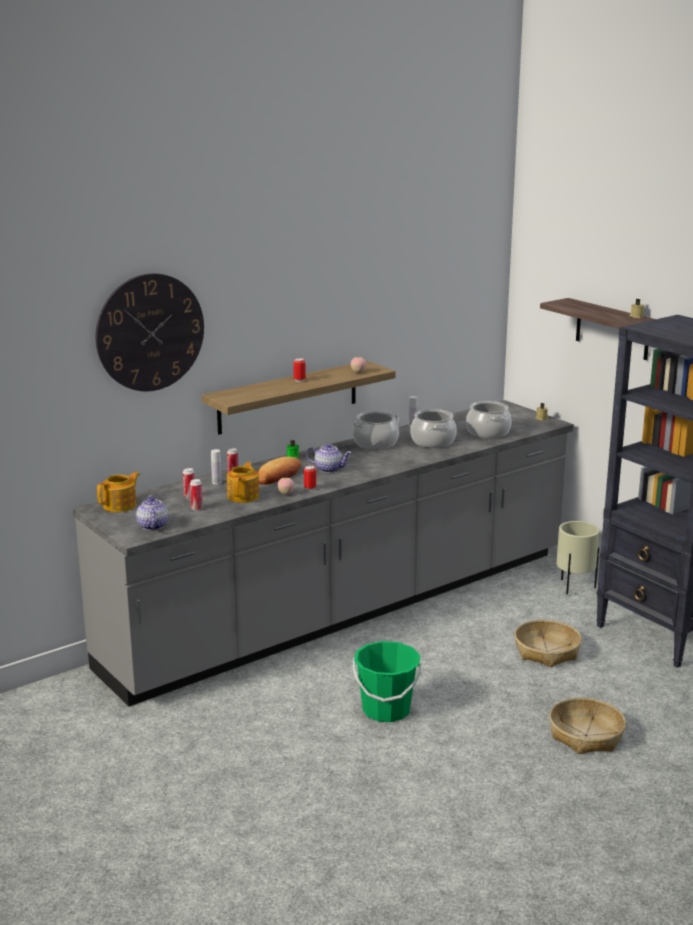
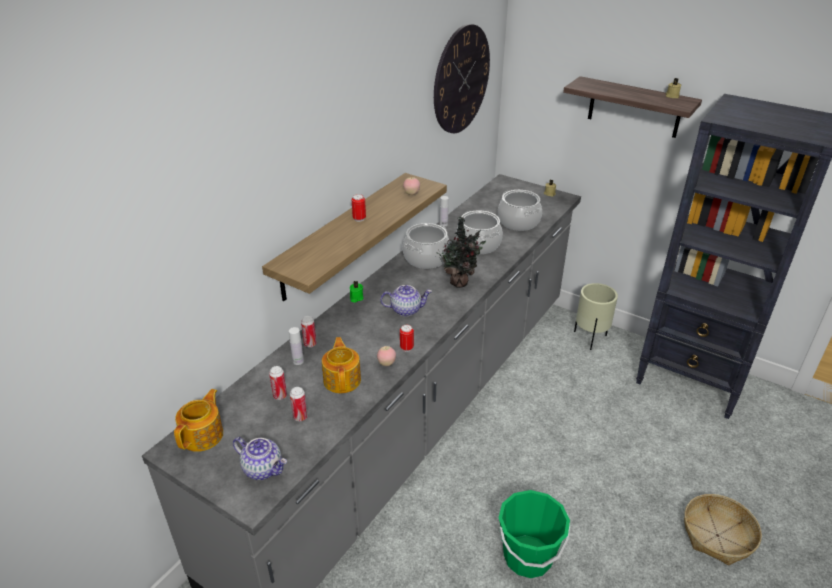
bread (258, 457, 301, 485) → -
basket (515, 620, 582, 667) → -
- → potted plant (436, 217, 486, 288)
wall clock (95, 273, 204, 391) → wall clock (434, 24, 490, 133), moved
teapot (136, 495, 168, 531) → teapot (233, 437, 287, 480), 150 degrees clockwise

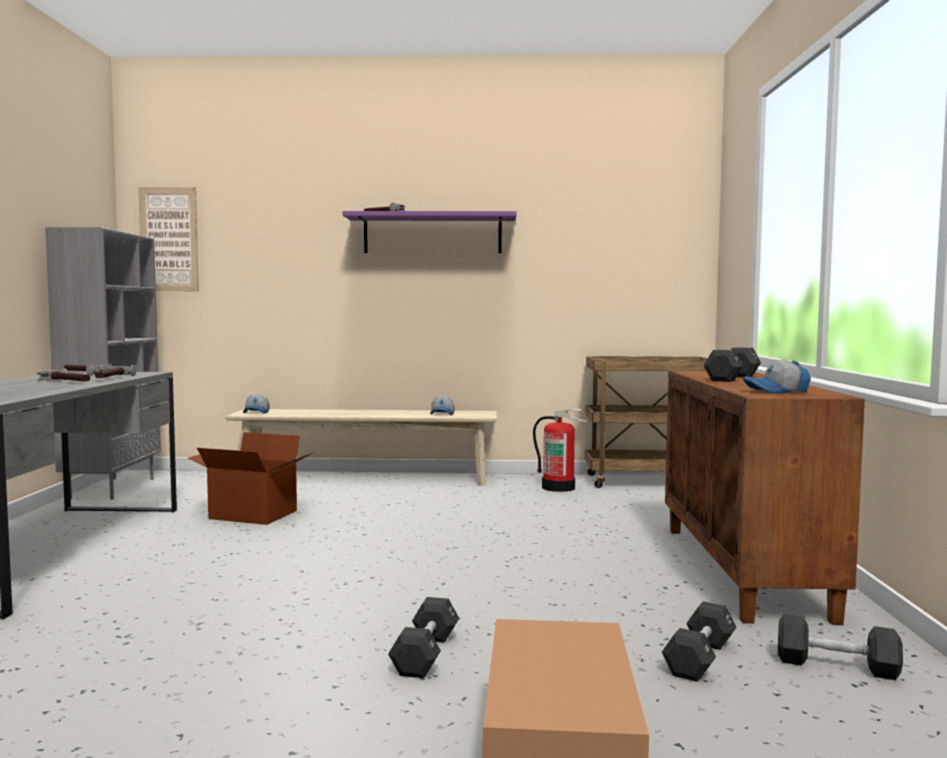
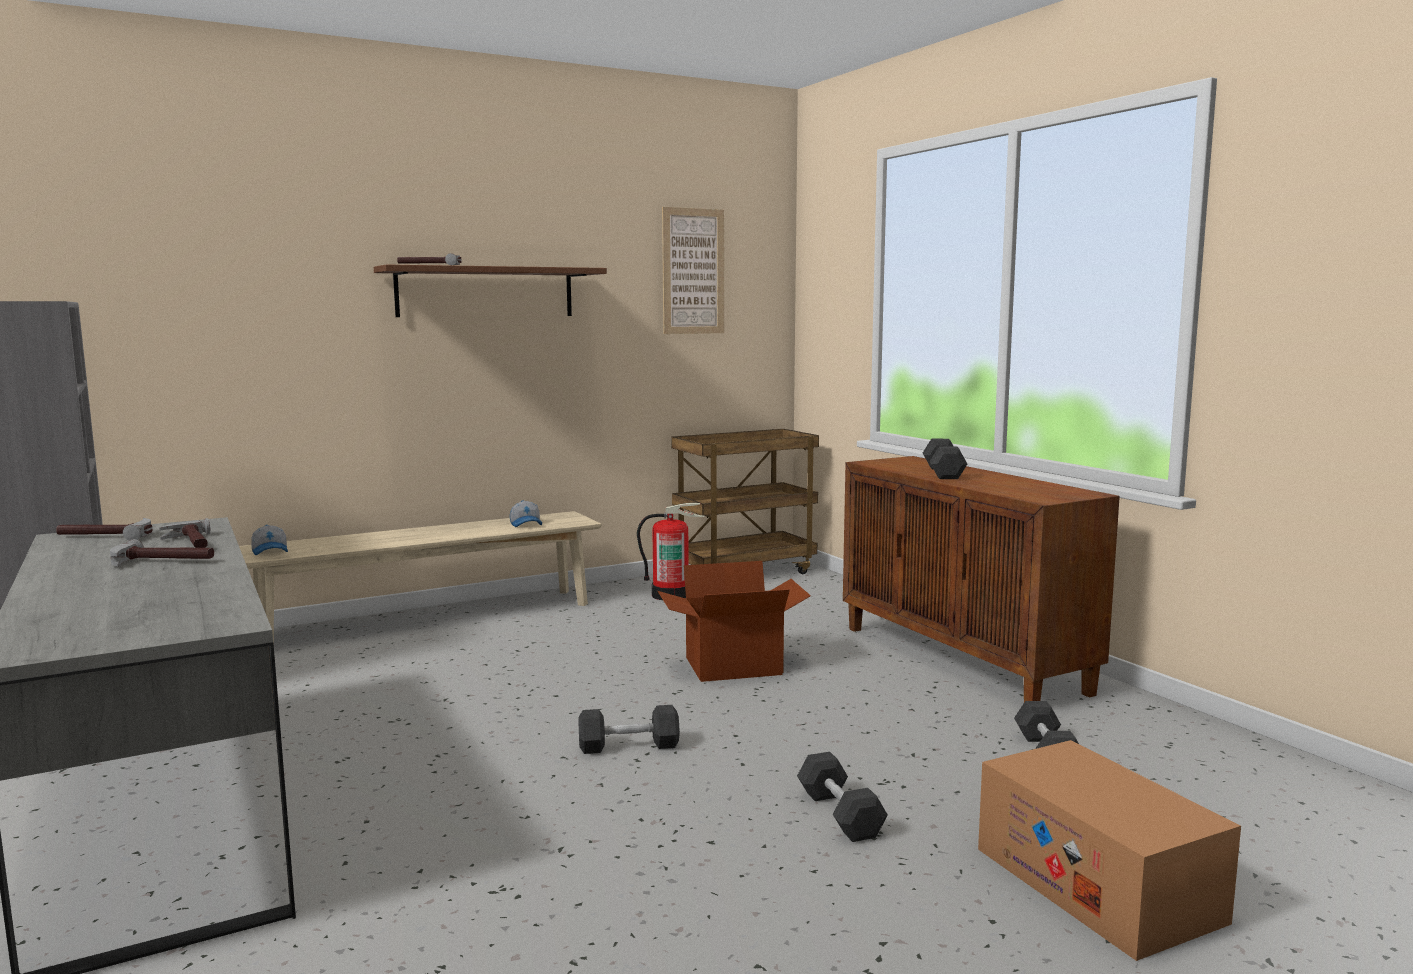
cap (743, 359, 811, 394) → -
picture (138, 187, 199, 291) → picture (662, 207, 724, 334), moved
cardboard box (188, 432, 315, 525) → cardboard box (658, 561, 811, 682), moved
black dumbbell (778, 614, 903, 680) → black dumbbell (578, 705, 680, 754), moved
purple shelf (342, 211, 517, 253) → brown shelf (374, 265, 607, 317)

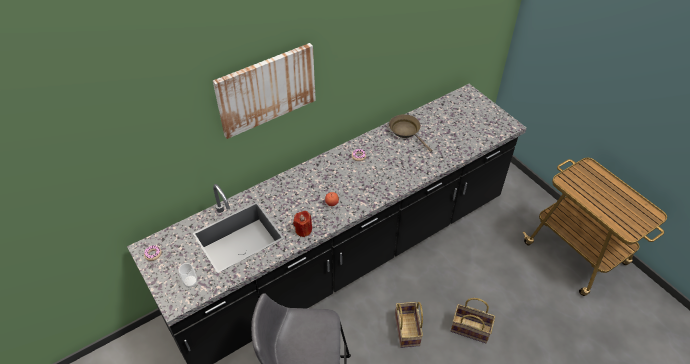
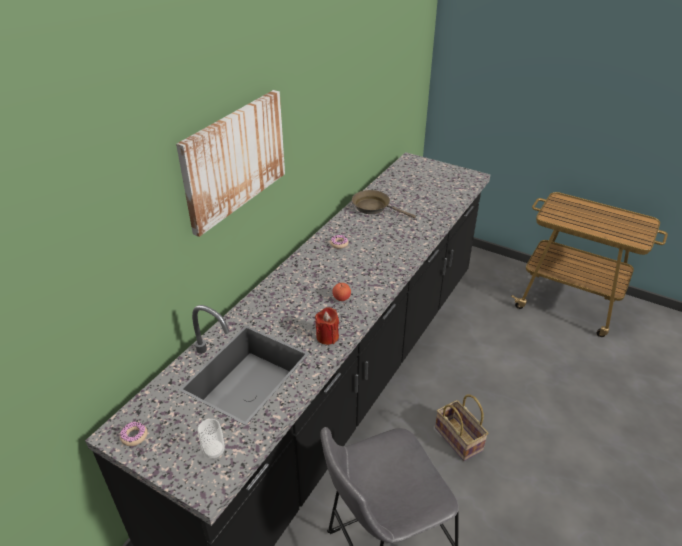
basket (451, 298, 495, 343) → -

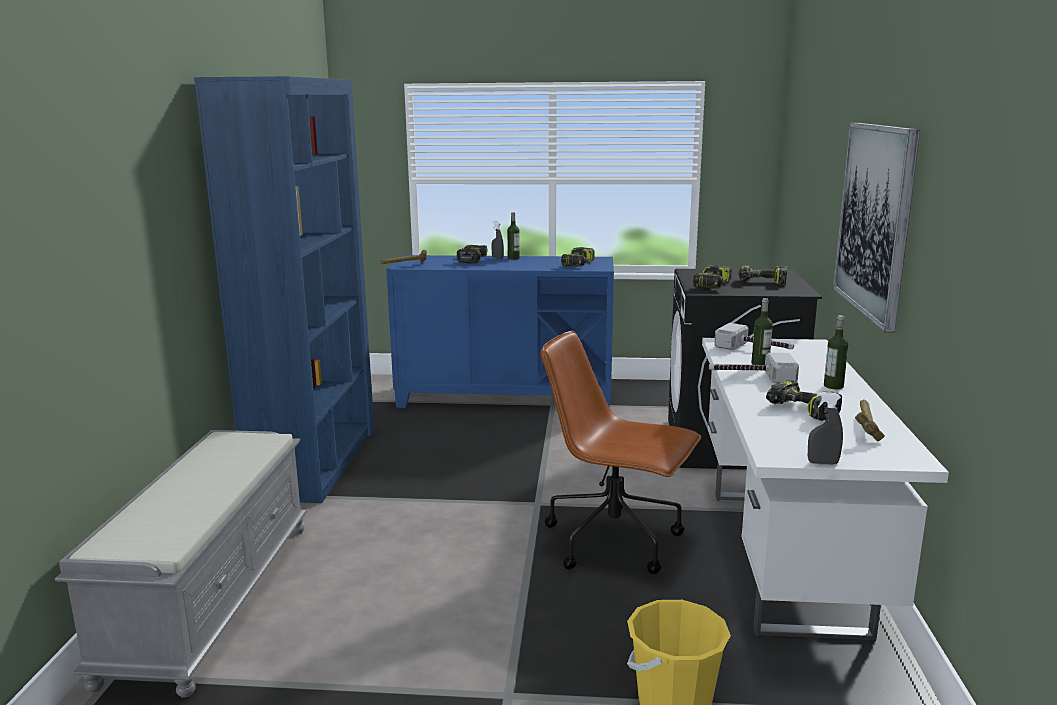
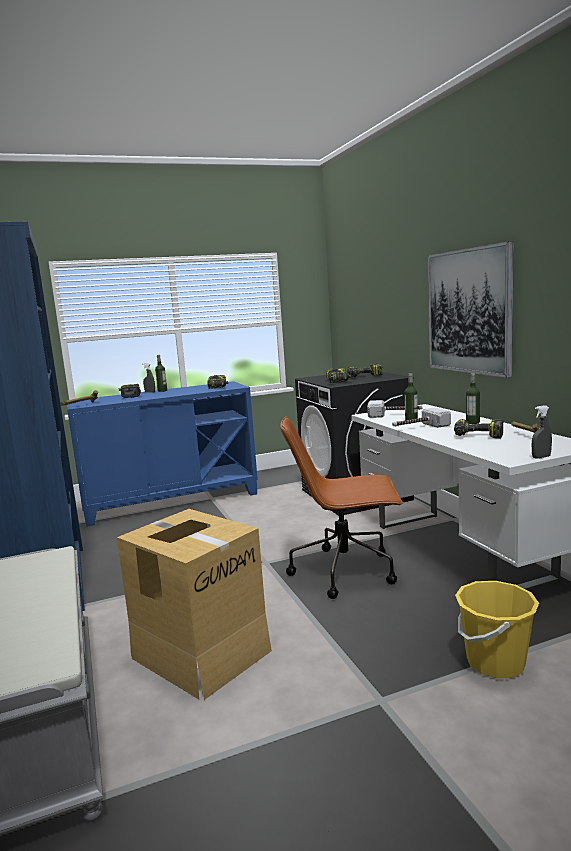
- → cardboard box (117, 509, 272, 700)

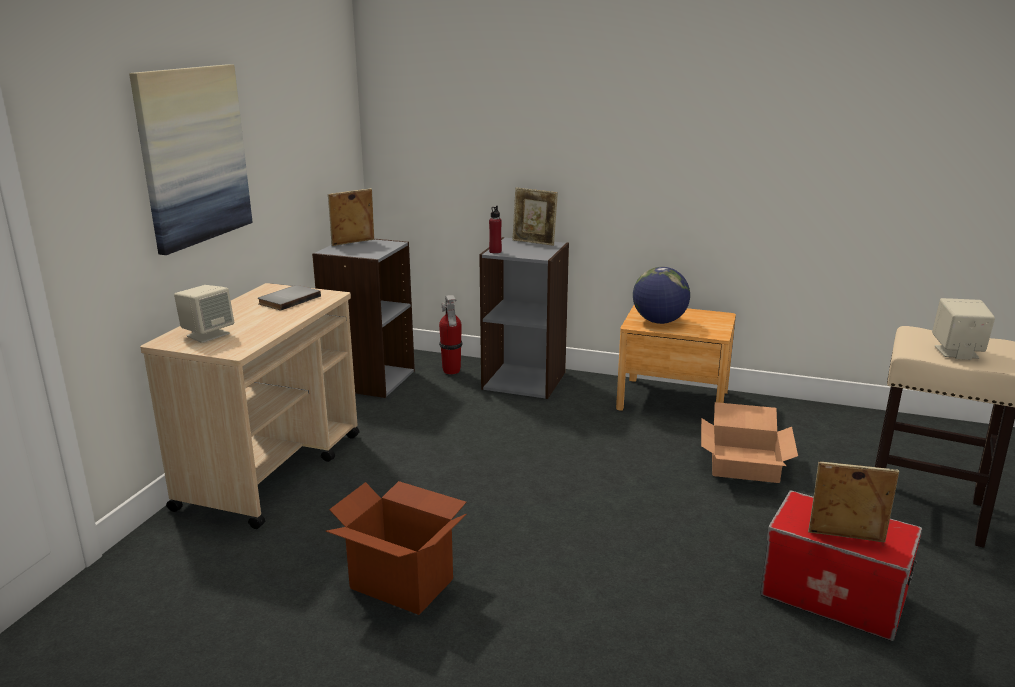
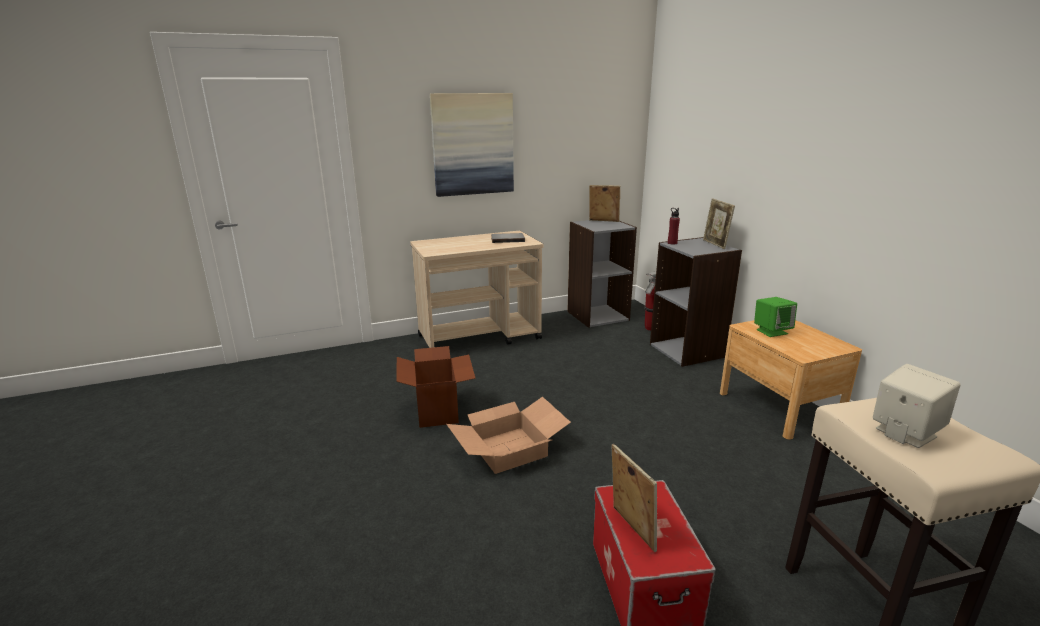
beige speaker (174, 285, 234, 343) → -
cardboard box (701, 402, 798, 483) → cardboard box (446, 397, 571, 474), moved
globe (633, 267, 690, 324) → green speaker (754, 297, 797, 337)

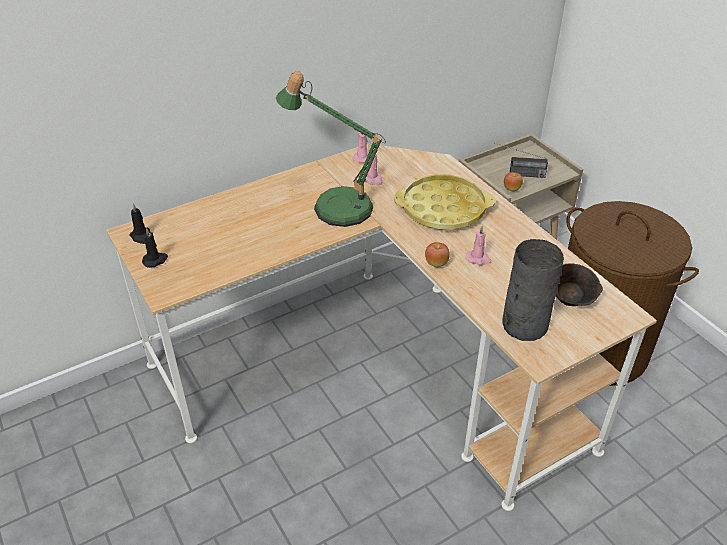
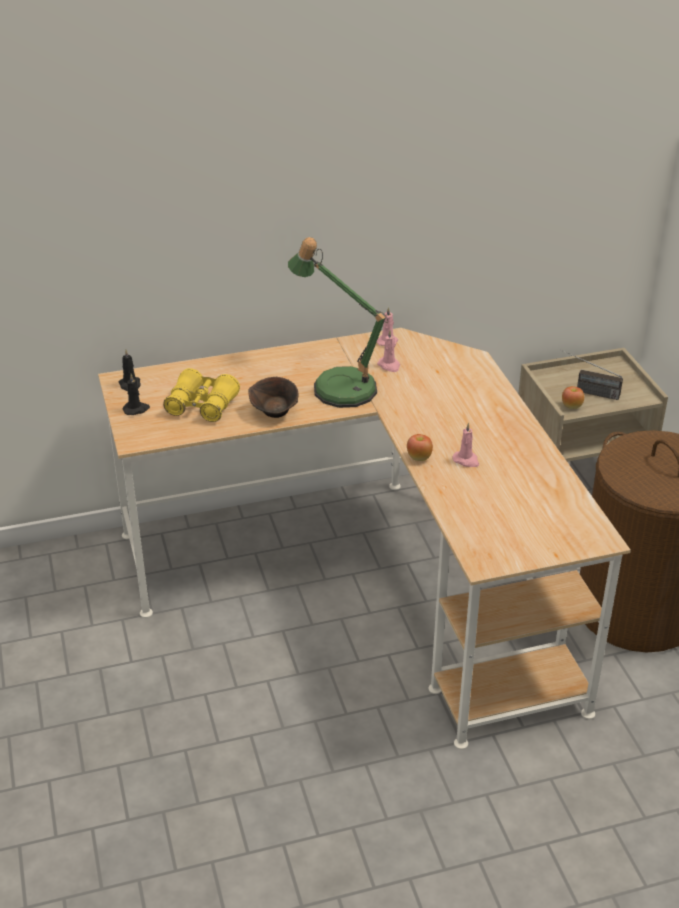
yellow tray (394, 174, 495, 230) → -
grey vase (502, 239, 564, 341) → -
- → yellow binoculars (163, 368, 240, 422)
brown bowl (556, 264, 603, 306) → brown bowl (248, 377, 298, 418), moved

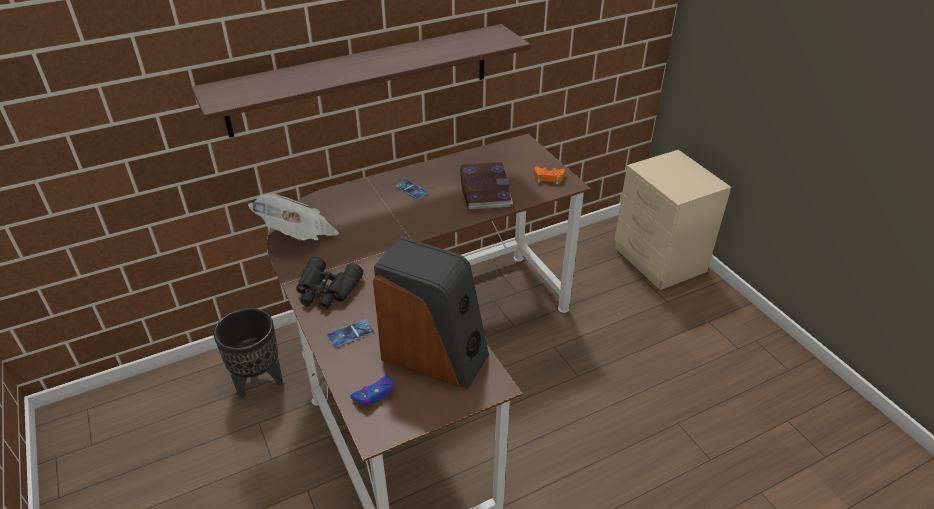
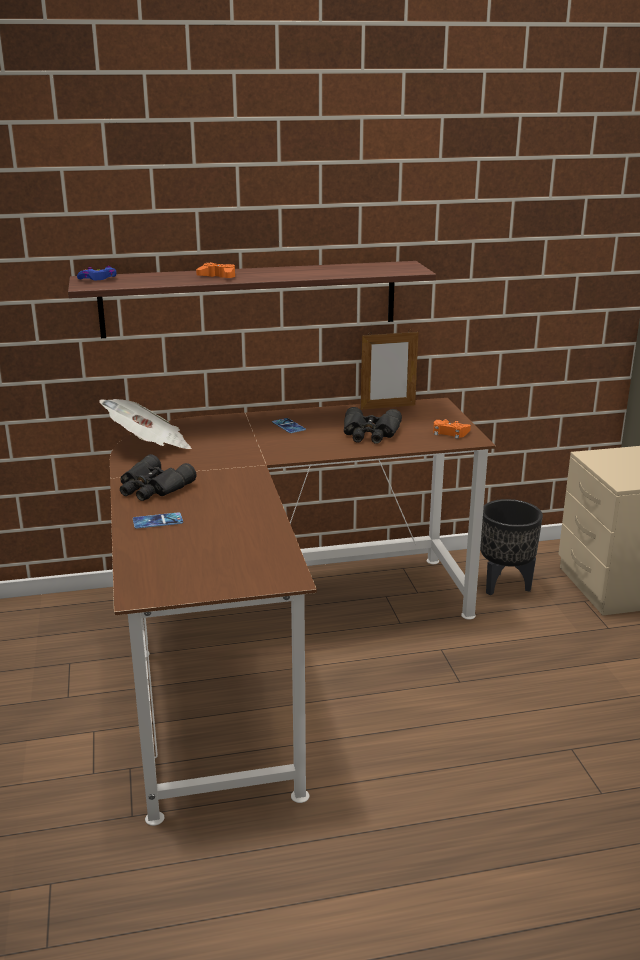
speaker (373, 236, 489, 389) → -
- → orange game controller (196, 262, 235, 278)
- → picture frame (361, 331, 418, 410)
black planter (213, 308, 283, 398) → black planter (480, 499, 543, 595), moved
blue game controller (350, 376, 394, 405) → blue game controller (77, 266, 117, 280), moved
book (460, 162, 513, 210) → black binoculars (344, 407, 402, 444)

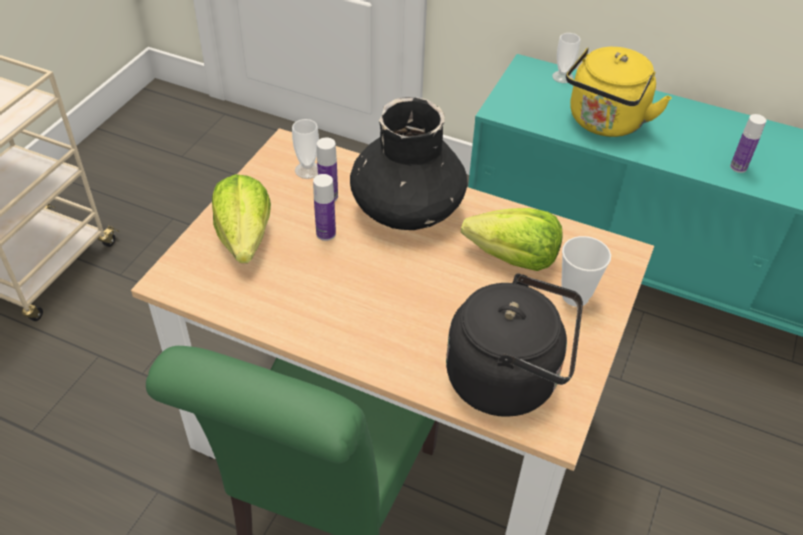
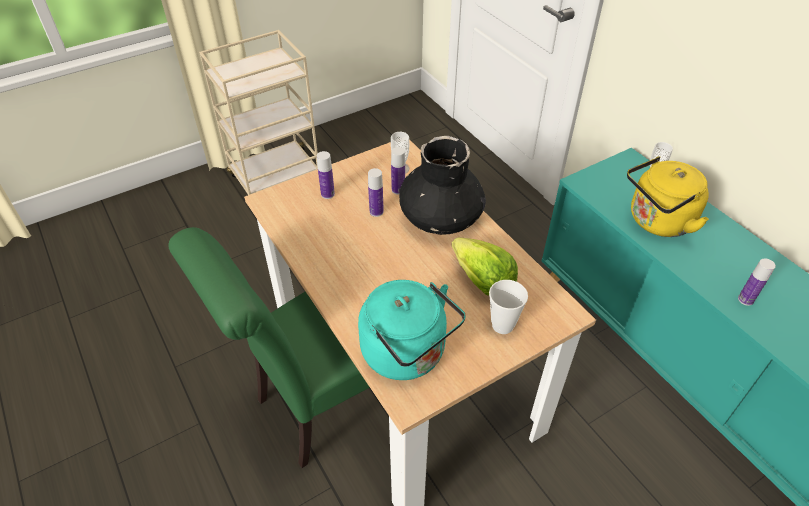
lettuce (212, 174, 271, 263) → bottle (317, 151, 335, 199)
black kettle (446, 273, 583, 417) → turquoise kettle (358, 280, 466, 380)

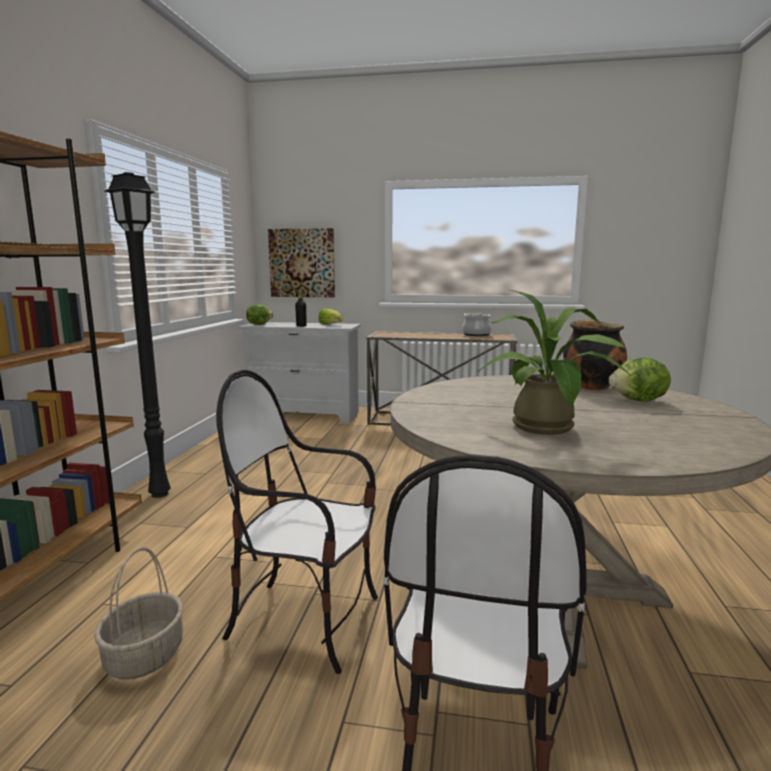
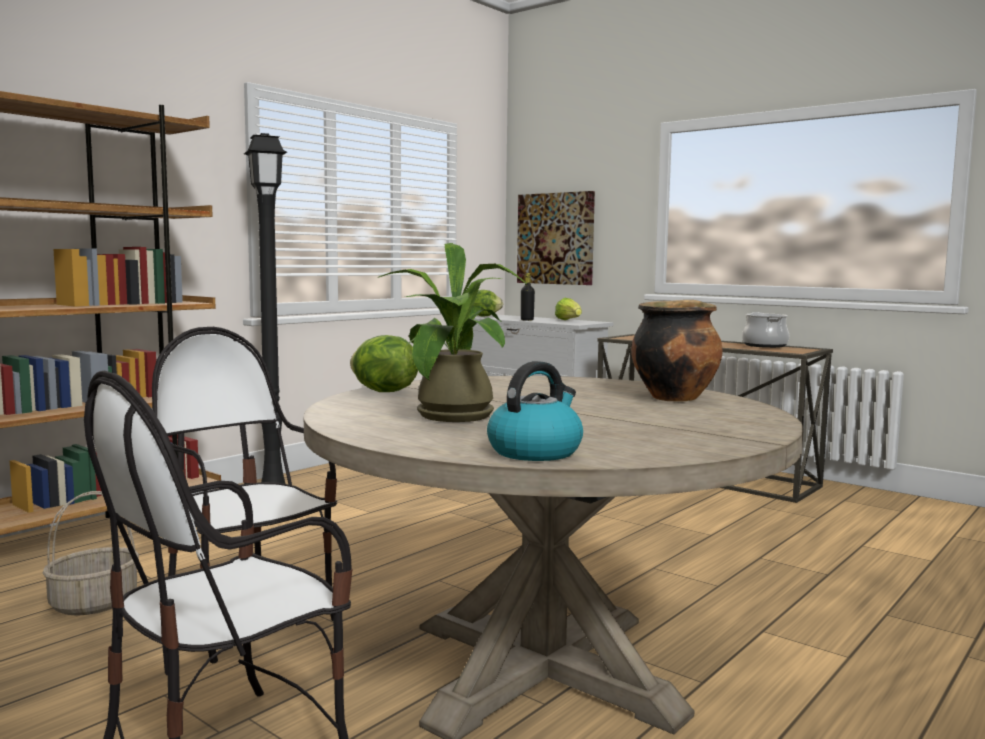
- → kettle (487, 361, 583, 461)
lettuce (609, 357, 671, 402) → lettuce (350, 335, 418, 392), moved

